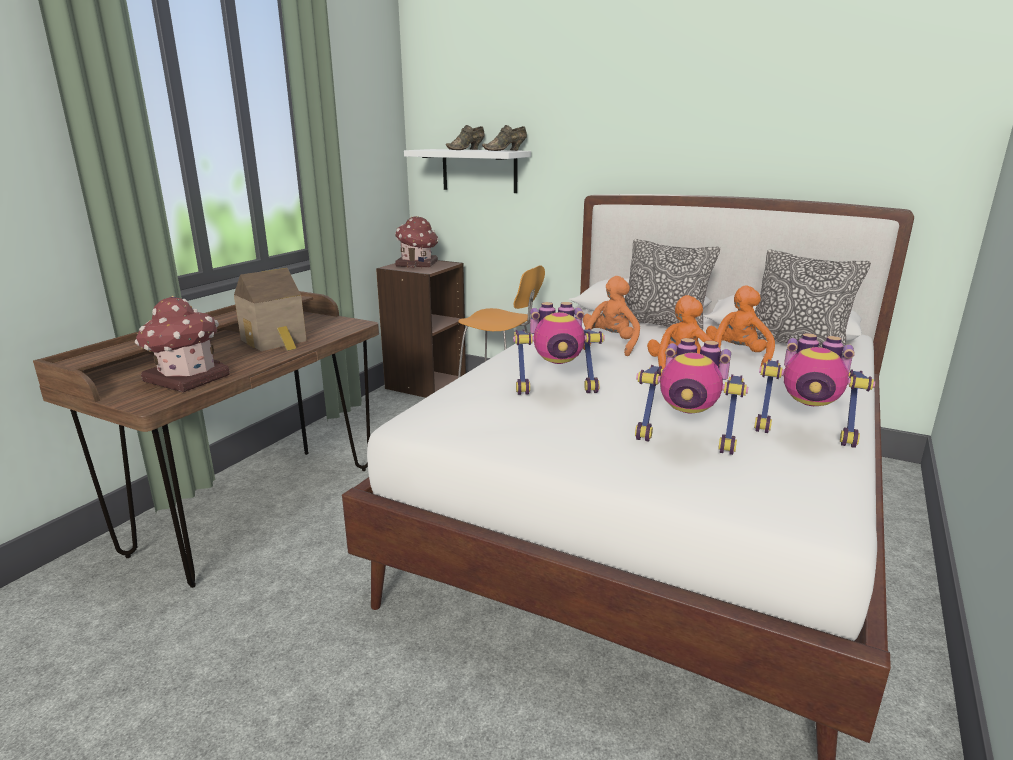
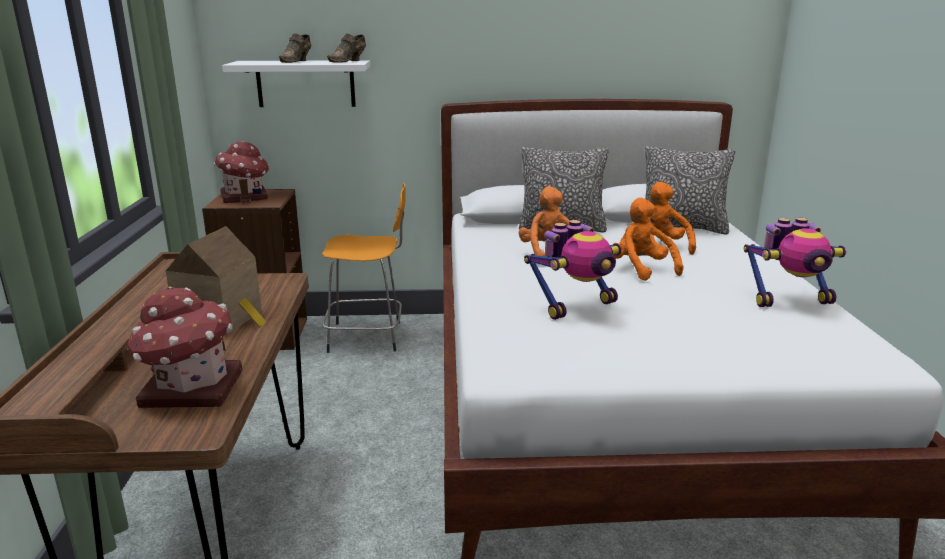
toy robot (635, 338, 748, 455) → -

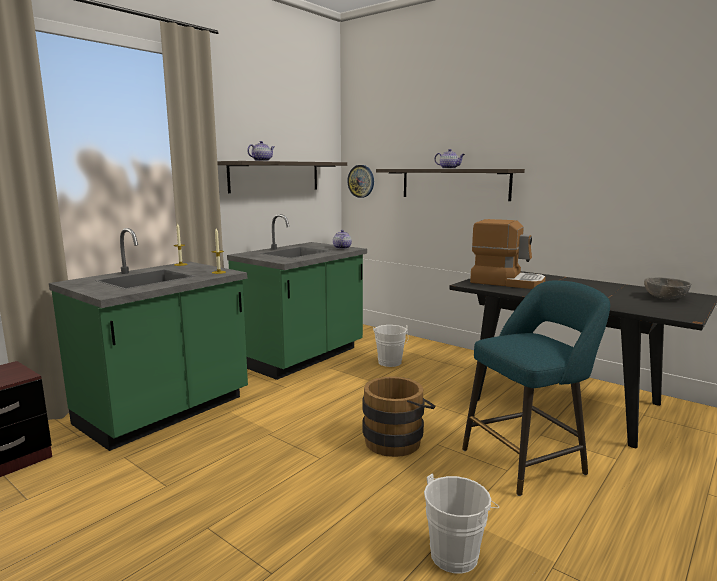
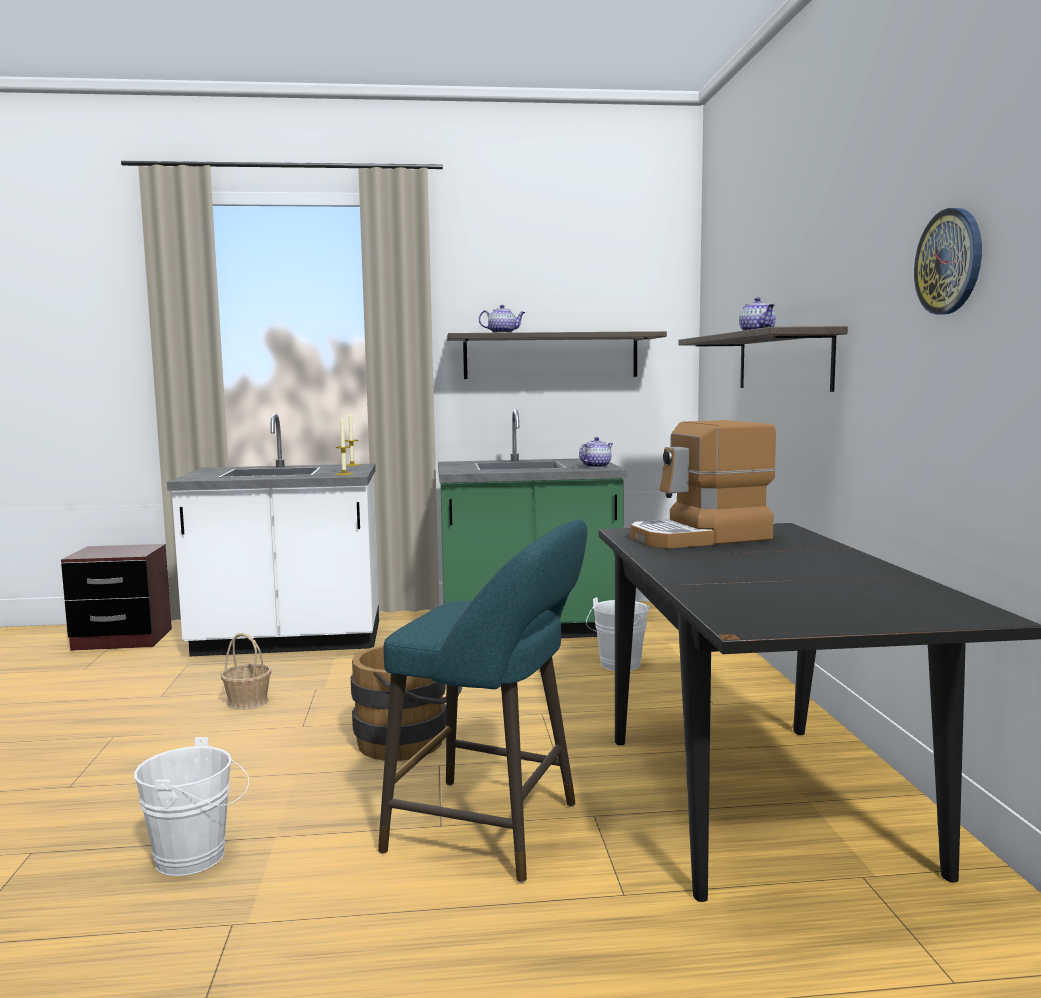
grey bowl (644, 277, 691, 299) → -
- → basket (221, 633, 272, 710)
wall clock (347, 165, 374, 198) → wall clock (914, 208, 982, 315), moved
green counter (49, 228, 248, 451) → white counter (167, 413, 379, 656)
coffee machine (470, 219, 546, 289) → coffee machine (631, 420, 776, 549), 90 degrees clockwise

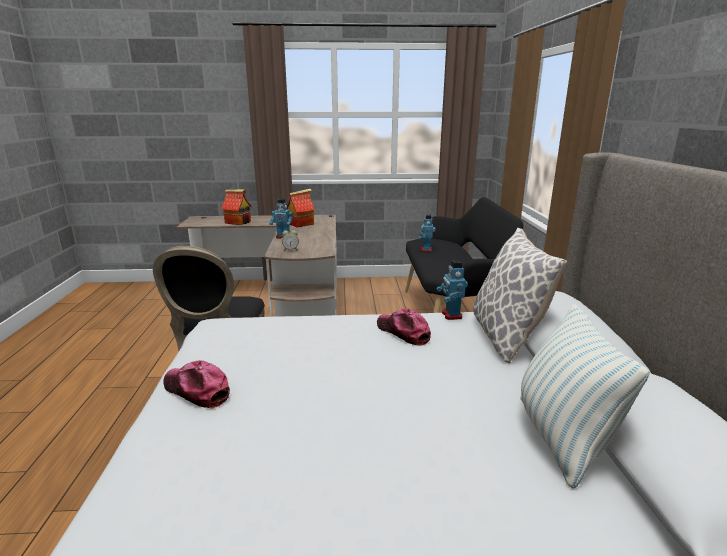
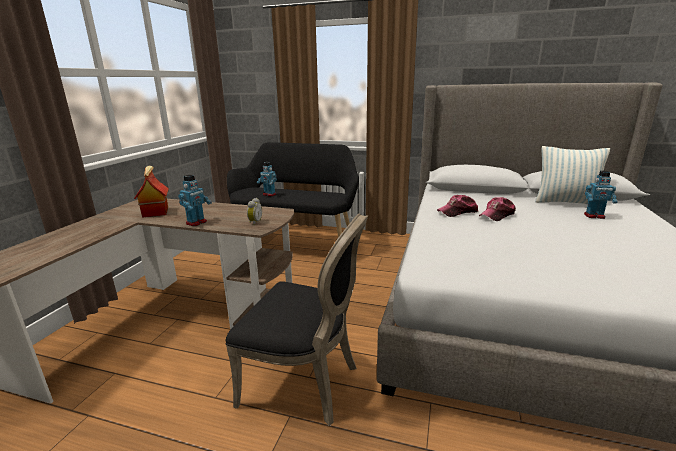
toy house (221, 189, 252, 225) → -
pillow (473, 228, 567, 363) → -
cap (163, 360, 230, 408) → cap (479, 197, 516, 221), moved
toy robot (436, 260, 468, 320) → toy robot (584, 171, 618, 219), moved

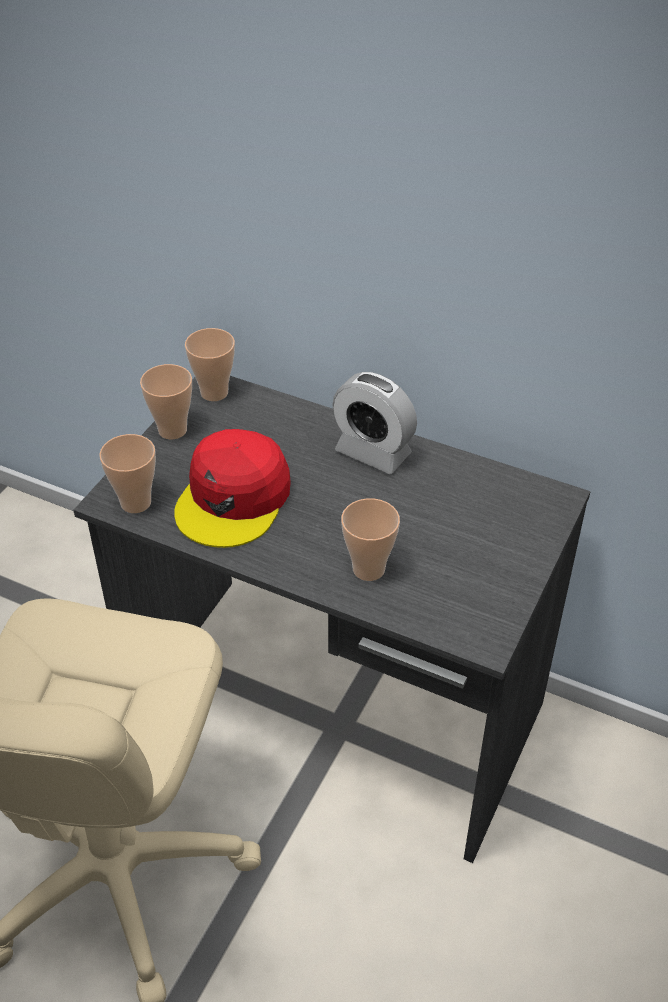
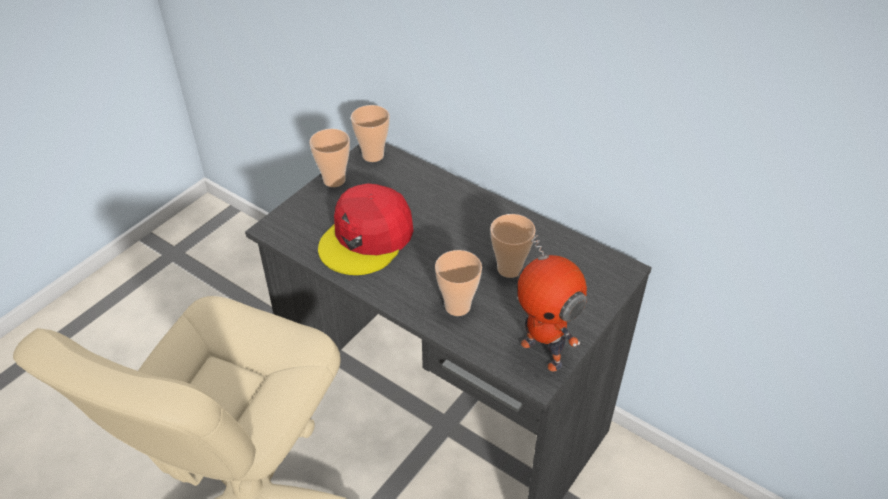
alarm clock (332, 372, 417, 474) → -
- → toy robot (517, 235, 587, 372)
cup (99, 434, 156, 513) → cup (490, 214, 536, 278), moved

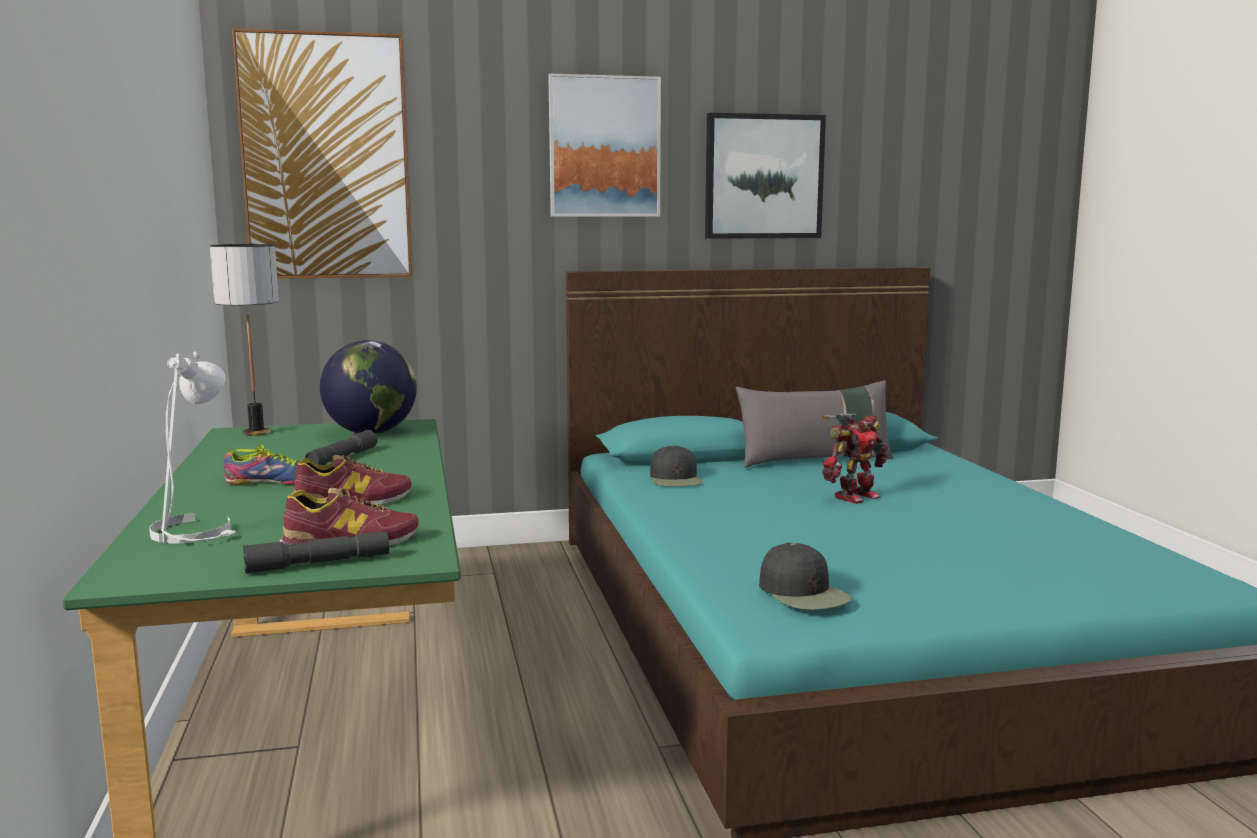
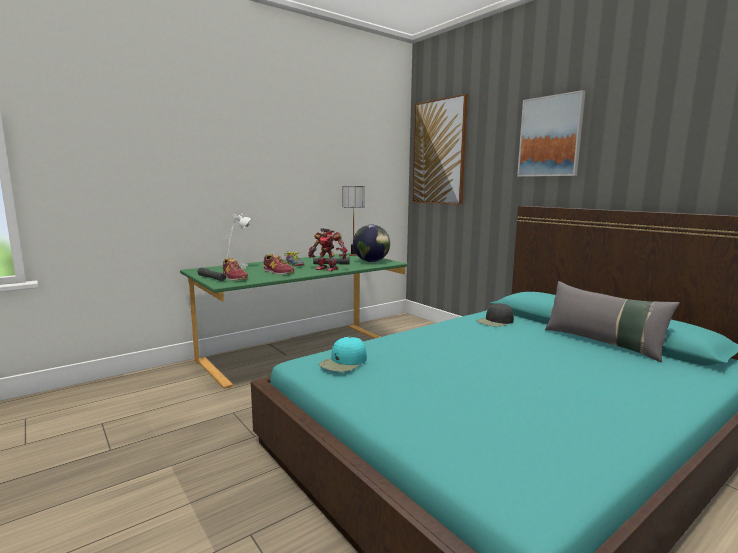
picture (705, 113, 826, 239) → -
toy robot (822, 413, 889, 504) → toy robot (308, 228, 347, 271), moved
black cap (759, 542, 852, 610) → turquoise cap (319, 337, 367, 372)

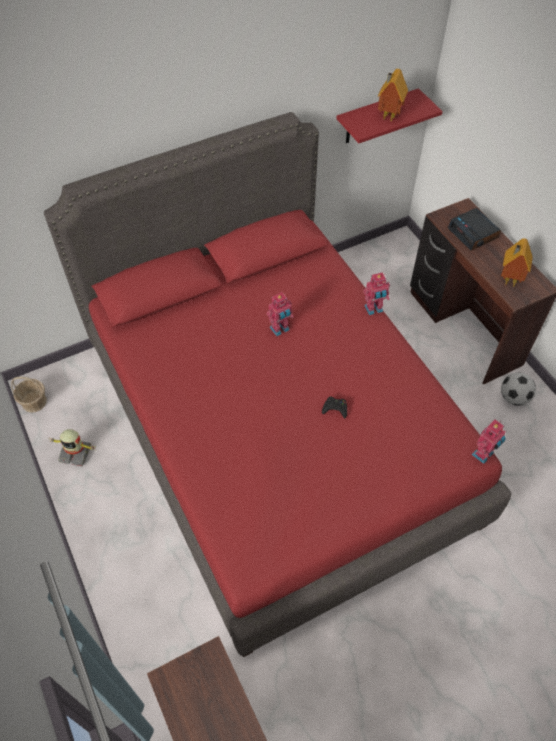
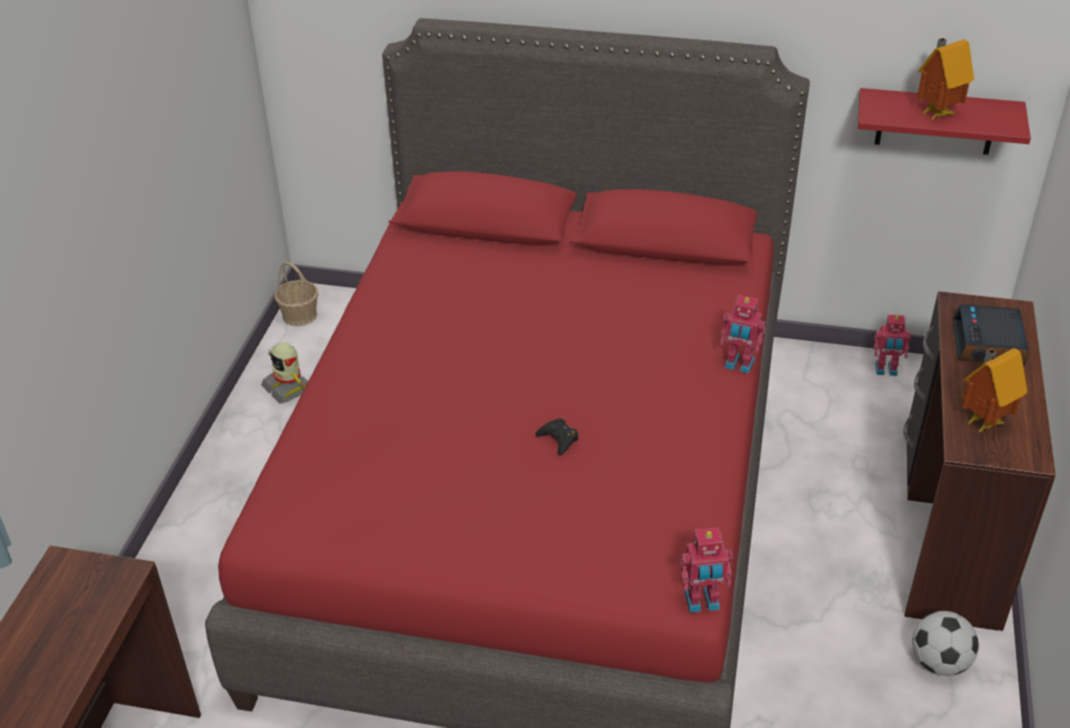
toy robot (267, 292, 294, 336) → toy robot (874, 315, 911, 376), moved

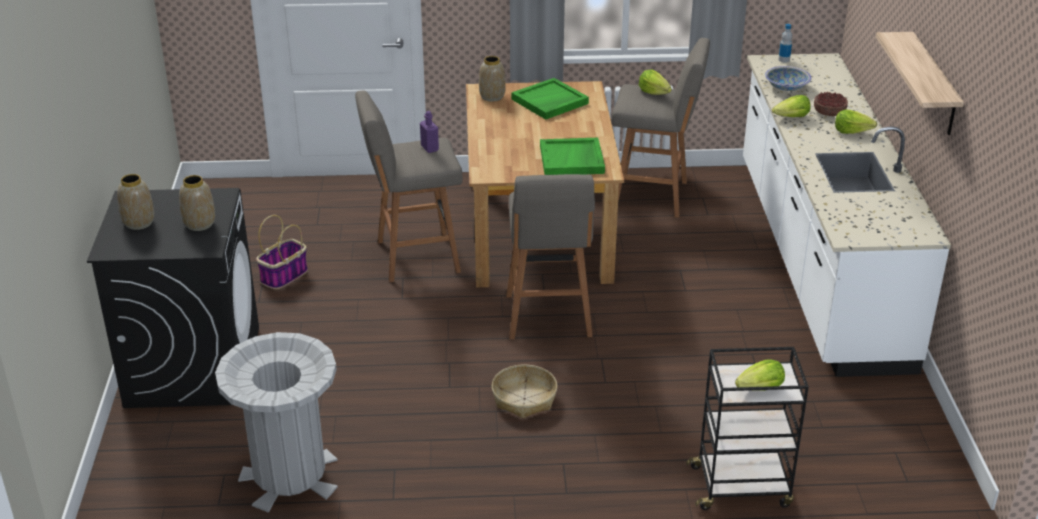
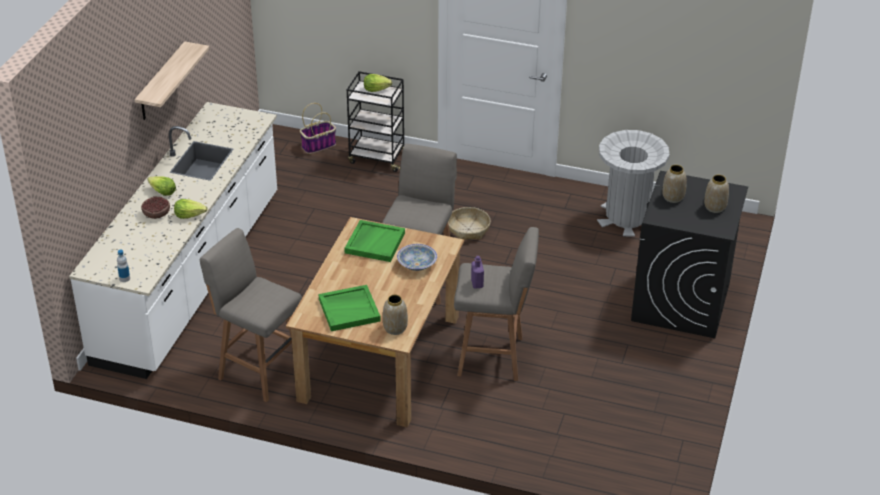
lettuce (639, 69, 672, 95) → -
basket (256, 215, 308, 289) → basket (300, 103, 336, 154), moved
bowl (765, 66, 812, 91) → bowl (397, 244, 437, 271), moved

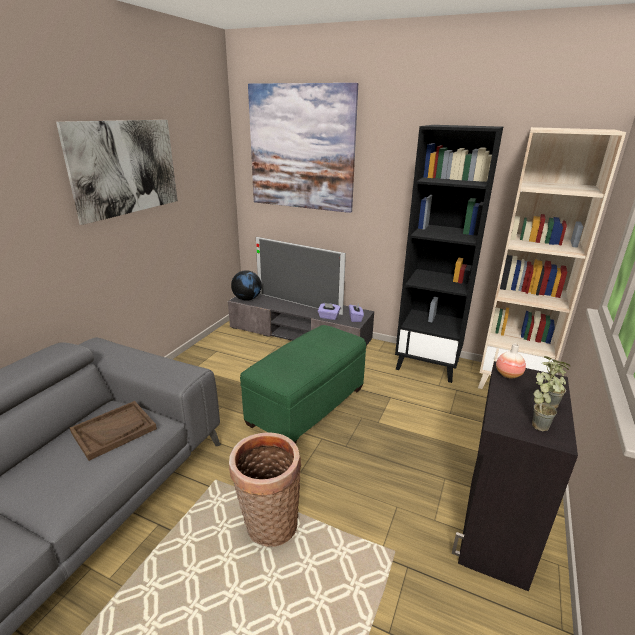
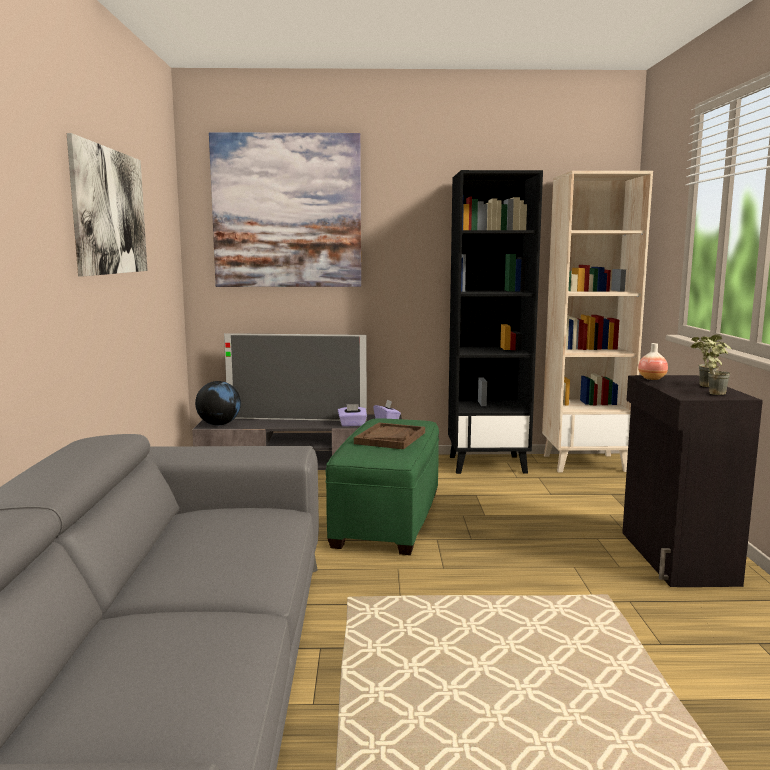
basket (229, 432, 301, 547) → -
brown tray (70, 401, 157, 461) → brown tray (354, 423, 425, 449), moved

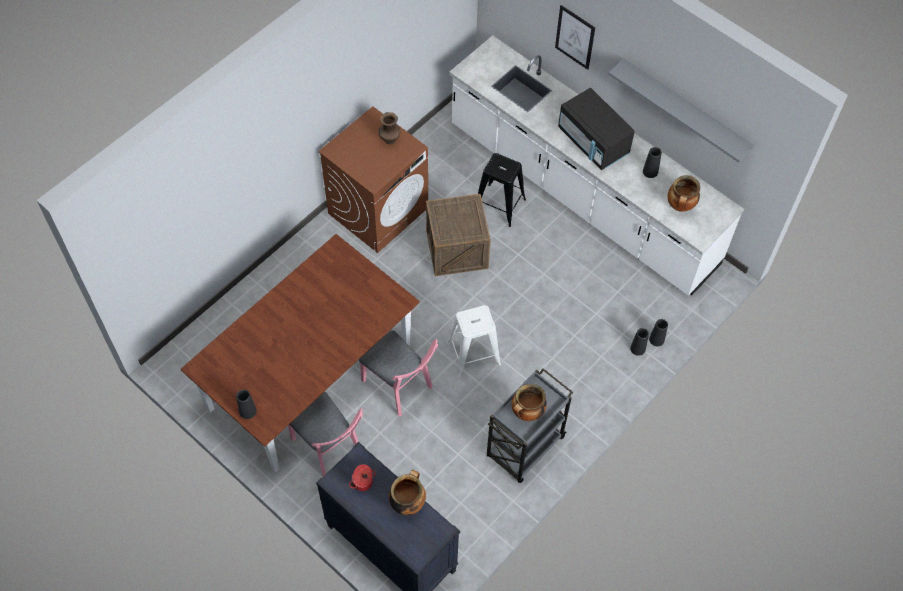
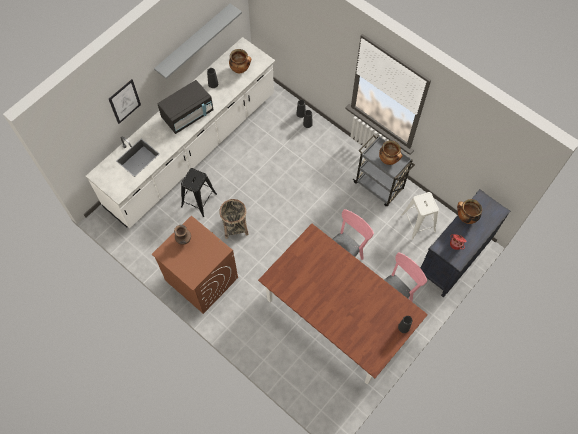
white stool (447, 305, 501, 377) → white stool (401, 192, 439, 240), moved
crate (426, 194, 491, 276) → basket (219, 199, 249, 239)

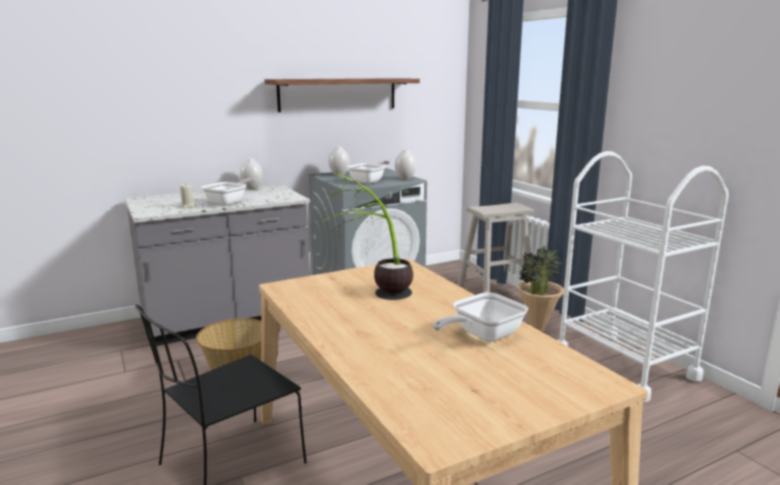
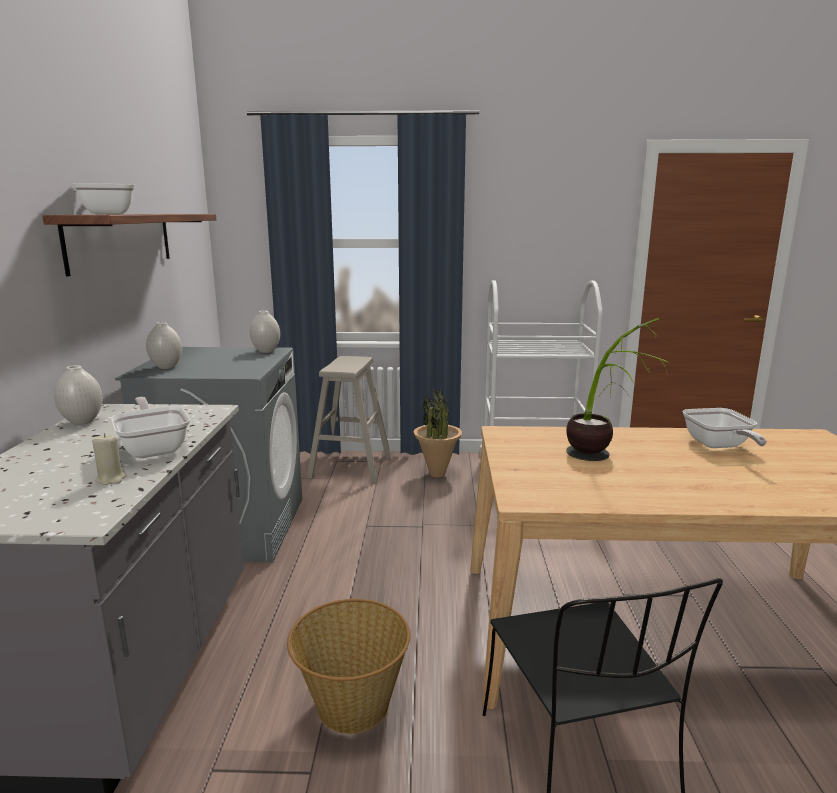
frying pan (347, 160, 390, 184) → frying pan (73, 183, 135, 214), moved

